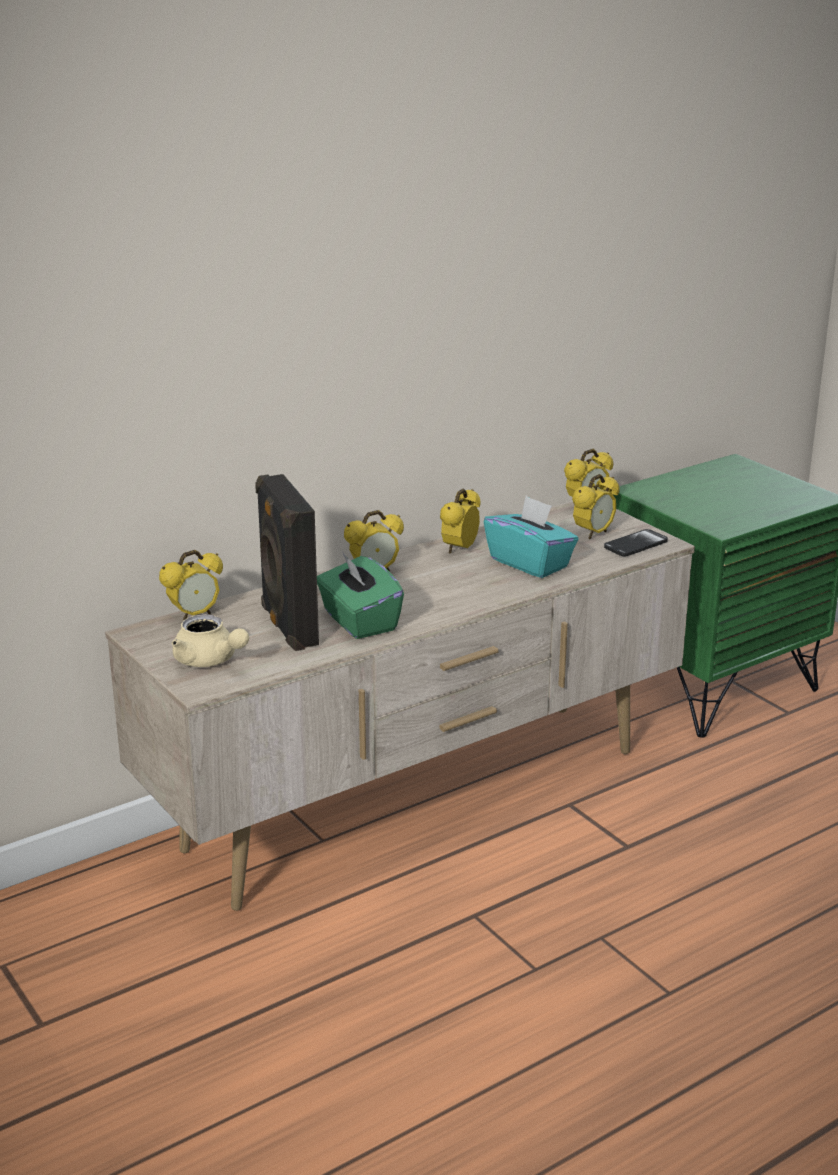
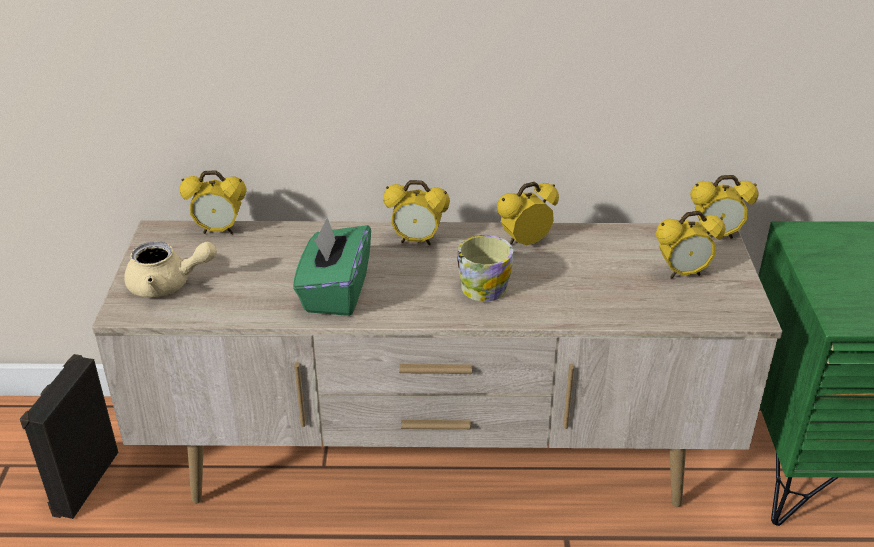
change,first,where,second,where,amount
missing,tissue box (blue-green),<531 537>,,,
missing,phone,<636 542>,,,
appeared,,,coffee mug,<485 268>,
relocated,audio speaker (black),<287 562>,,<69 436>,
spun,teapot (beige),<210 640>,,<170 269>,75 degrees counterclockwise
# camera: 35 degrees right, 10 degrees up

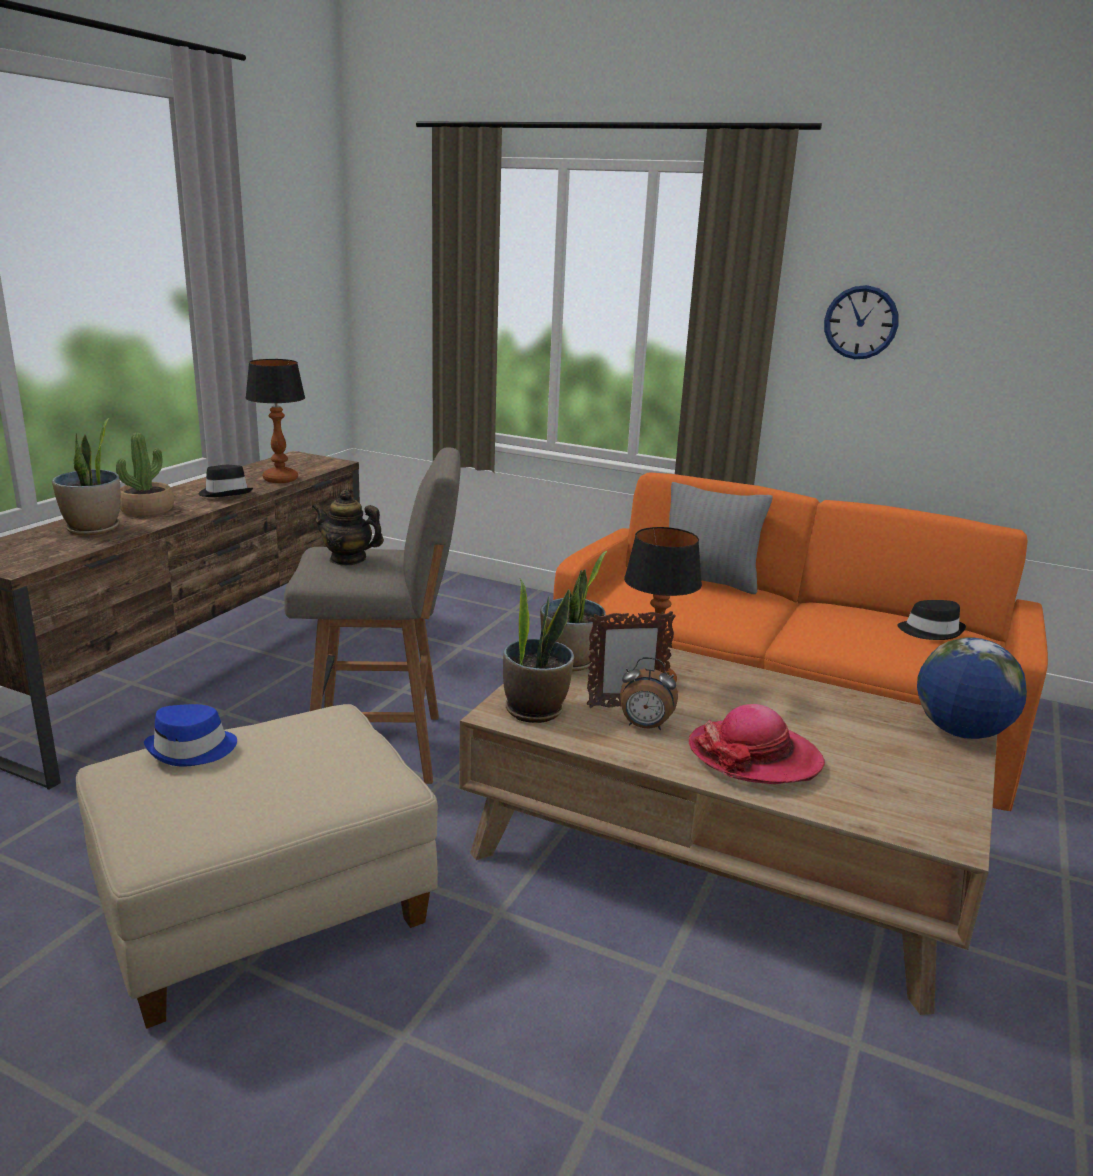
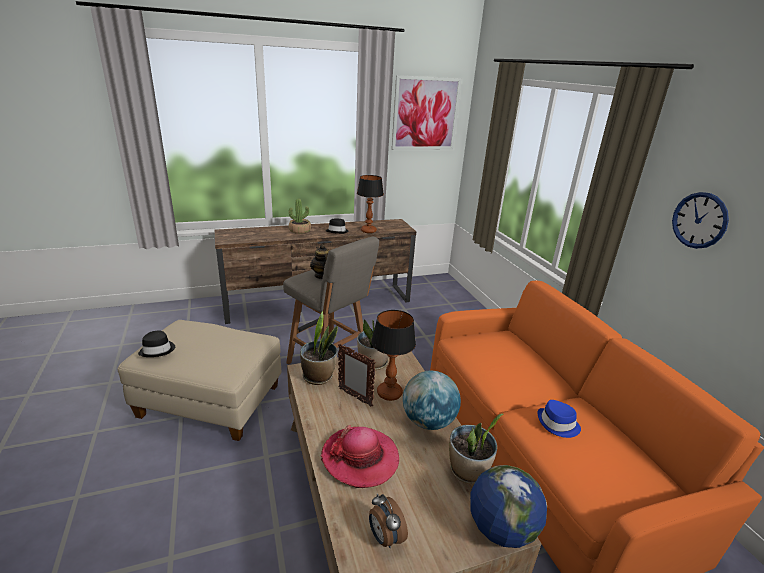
change,first,where,second,where,amount
missing,cushion (grey),<721 538>,,,
appeared,,,picture,<427 112>,
appeared,,,globe,<432 400>,
relocated,houseplant,<86 477>,,<476 449>,
relocated,hat (bluish),<190 735>,,<559 419>,
relocated,bedside clock,<649 693>,,<388 520>,
relocated,hat (black),<932 620>,,<156 344>,
# camera: 45 degrees right, 5 degrees up

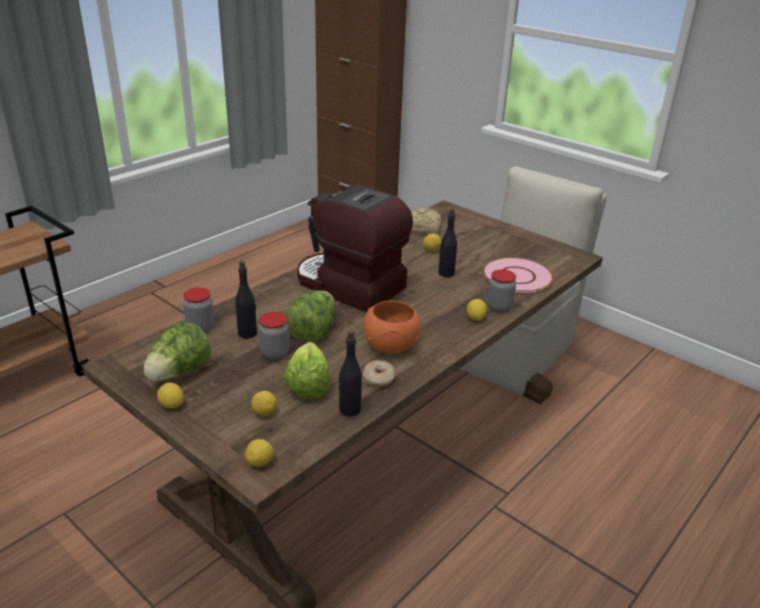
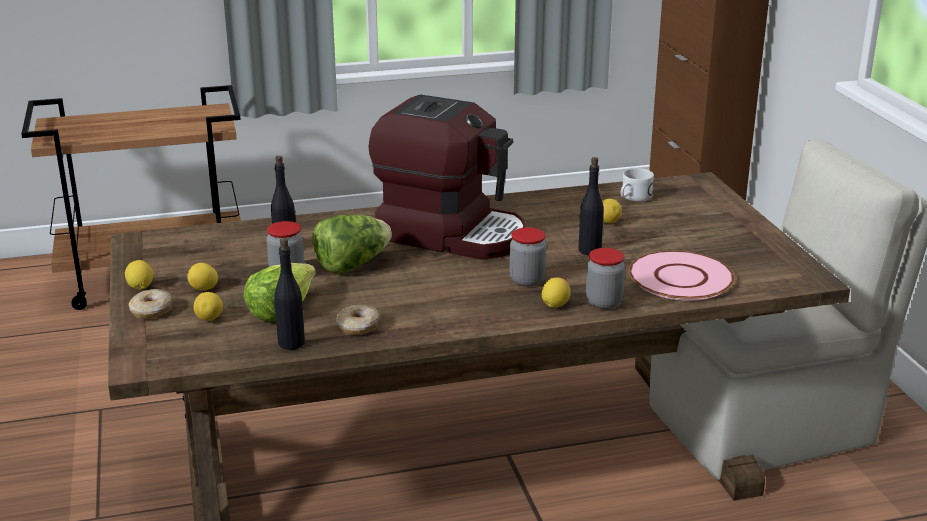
change,first,where,second,where,amount
missing,lettuce head,<177 351>,,,
missing,bowl (orange-coloured),<392 327>,,,
appeared,,,ring doughnut,<150 304>,
relocated,jar,<198 310>,,<528 257>,
relocated,citrus fruit,<259 453>,,<203 276>,
exchanged,baked bread,<426 220>,coffee mug (whitish),<637 185>,
spun,coffee machine,<355 249>,,<447 177>,135 degrees clockwise
# camera: 35 degrees right, 5 degrees down

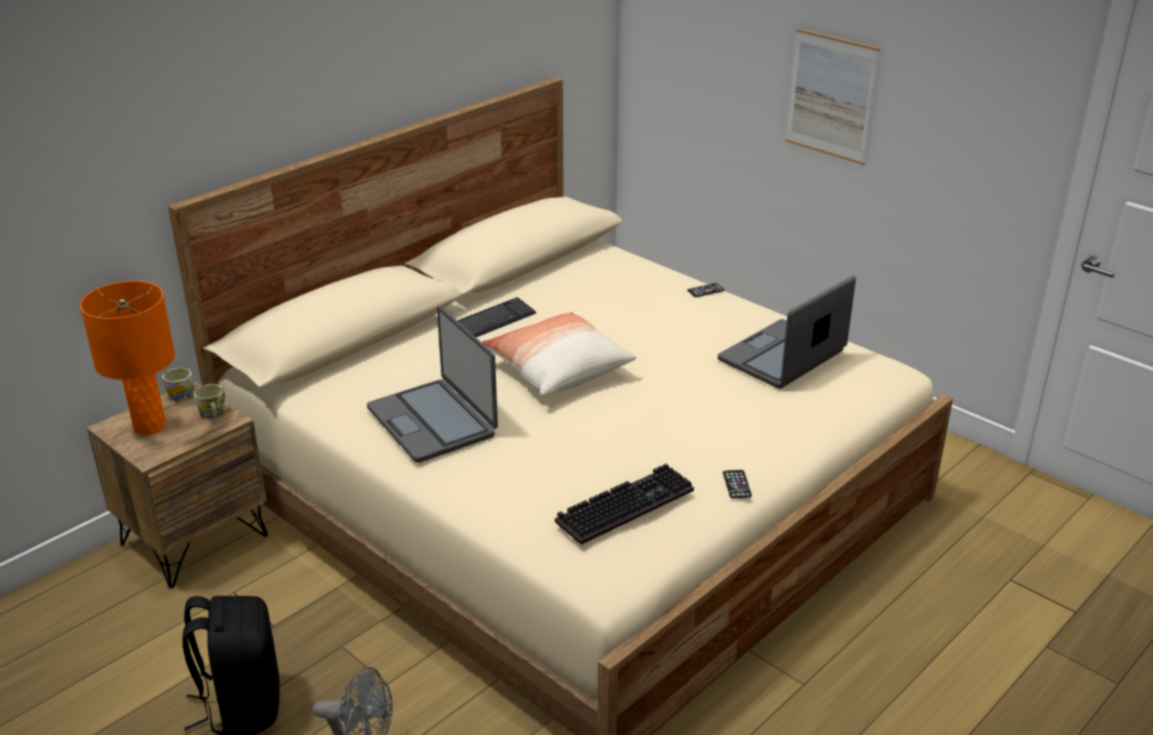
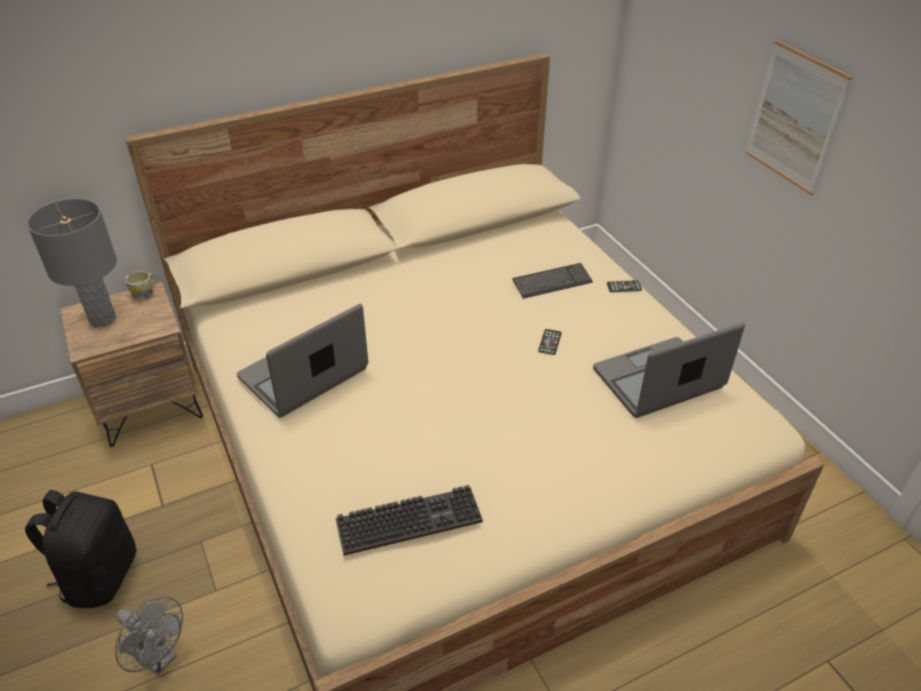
change,first,where,second,where,amount
missing,coffee mug,<209 401>,,,
missing,cushion,<559 354>,,,
relocated,computer keyboard,<496 317>,,<552 281>,
relocated,phone,<737 484>,,<550 342>,
colour,lamp for a table (orange-coloured),<127 358>,lamp for a table (grey),<72 262>,
spun,portable computer,<432 384>,,<302 361>,60 degrees clockwise
# camera: 20 degrees right, 10 degrees up

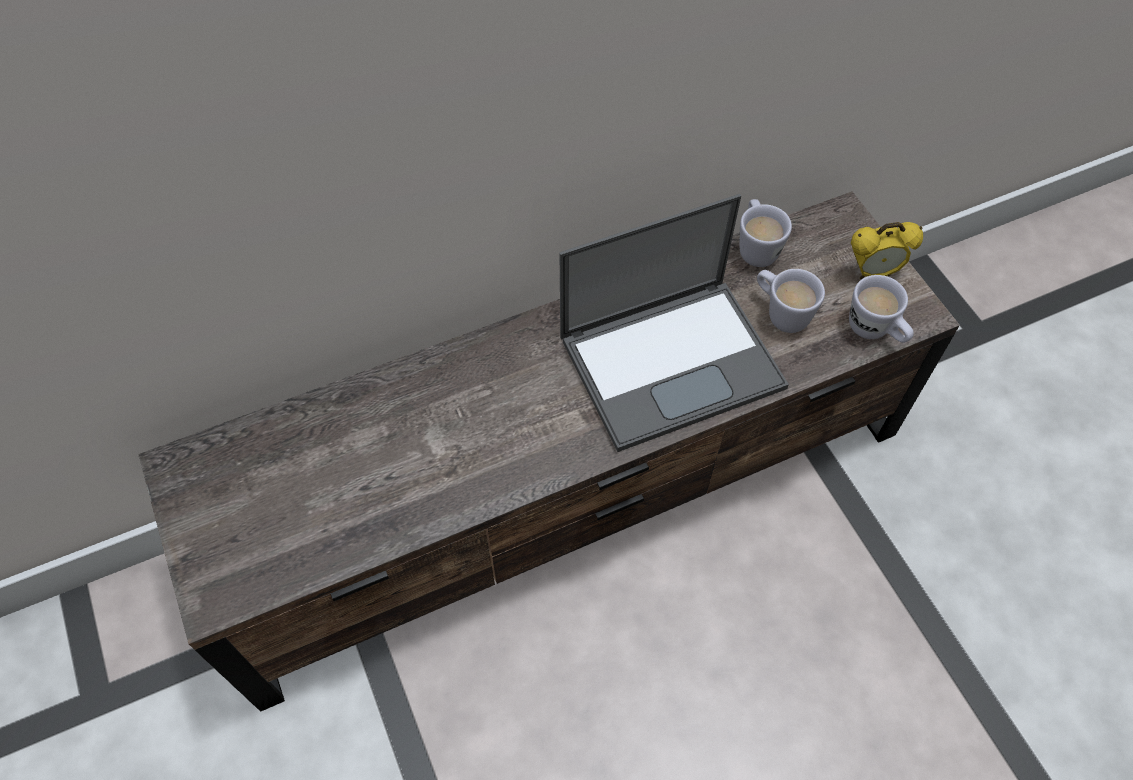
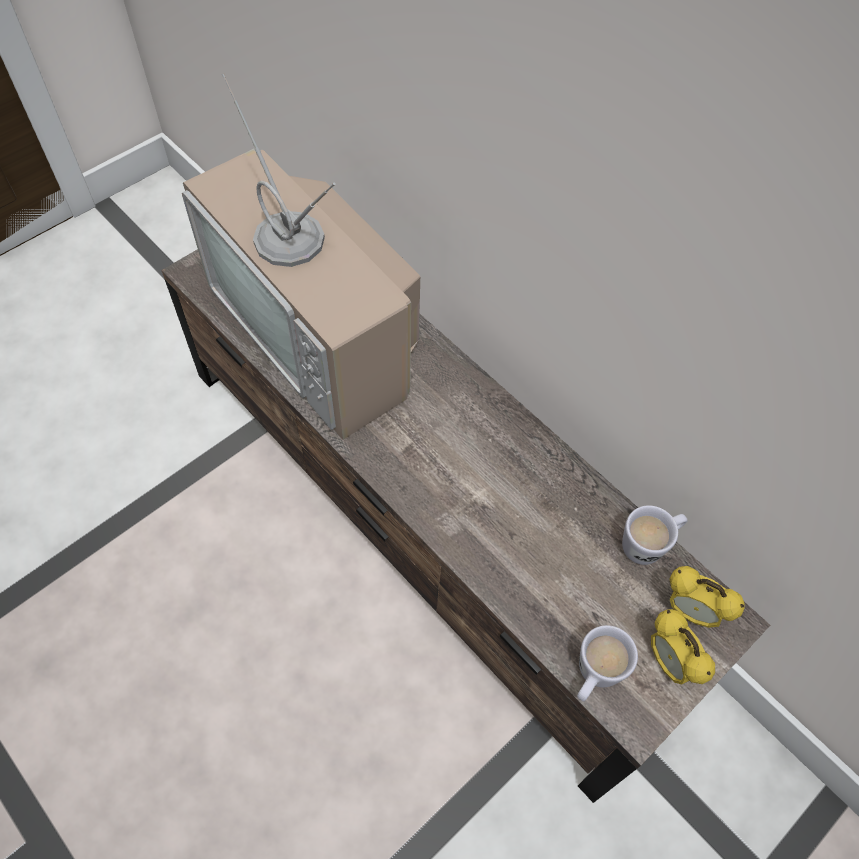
change,first,where,second,where,amount
missing,portable computer,<674 323>,,,
missing,coffee mug (whitish),<791 301>,,,
appeared,,,TV,<301 257>,
appeared,,,bedside clock,<707 597>,
# camera: 70 degrees right, 0 degrees up

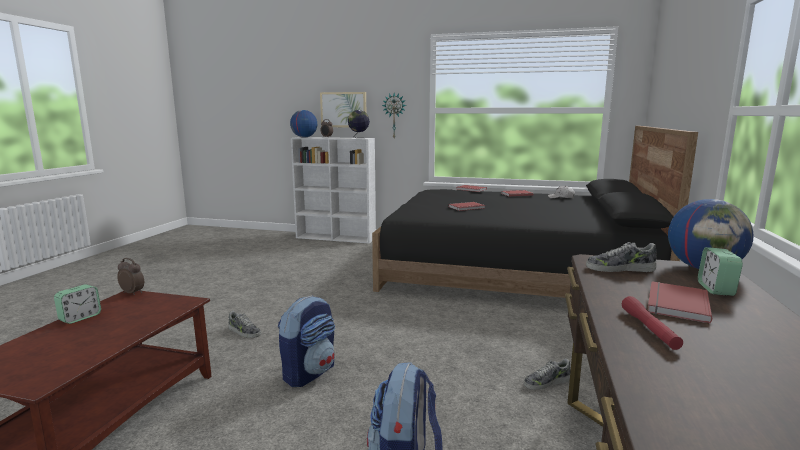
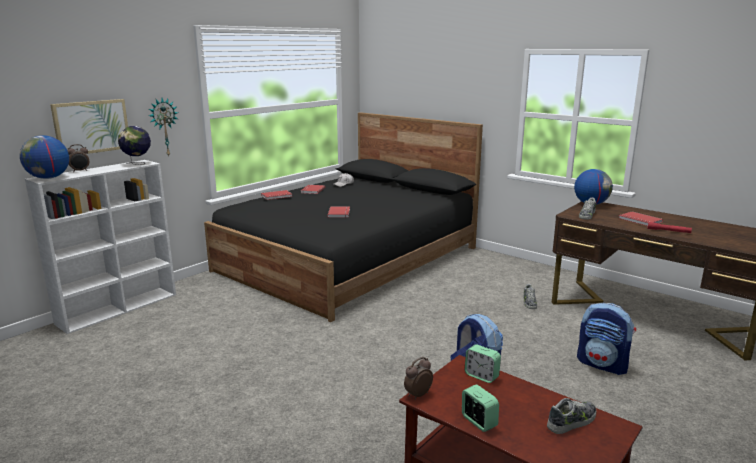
change,first,where,second,where,amount
relocated,low shoe,<244 324>,,<571 416>,
relocated,bedside clock,<720 271>,,<483 363>,
# camera: 65 degrees left, 5 degrees up

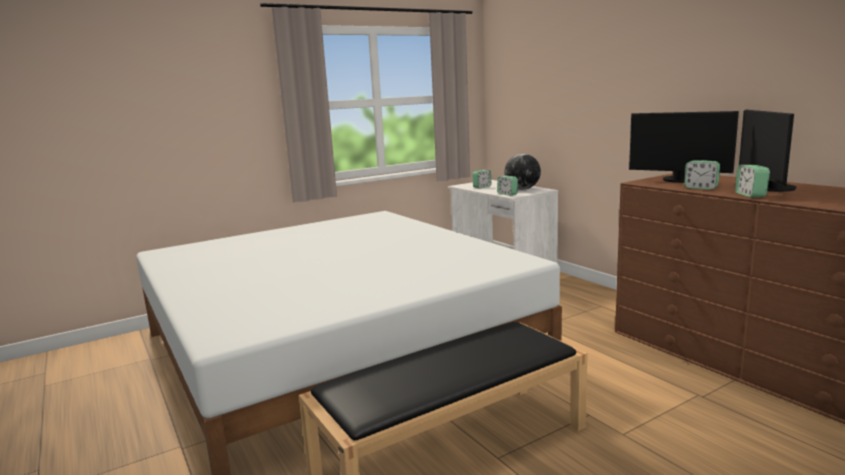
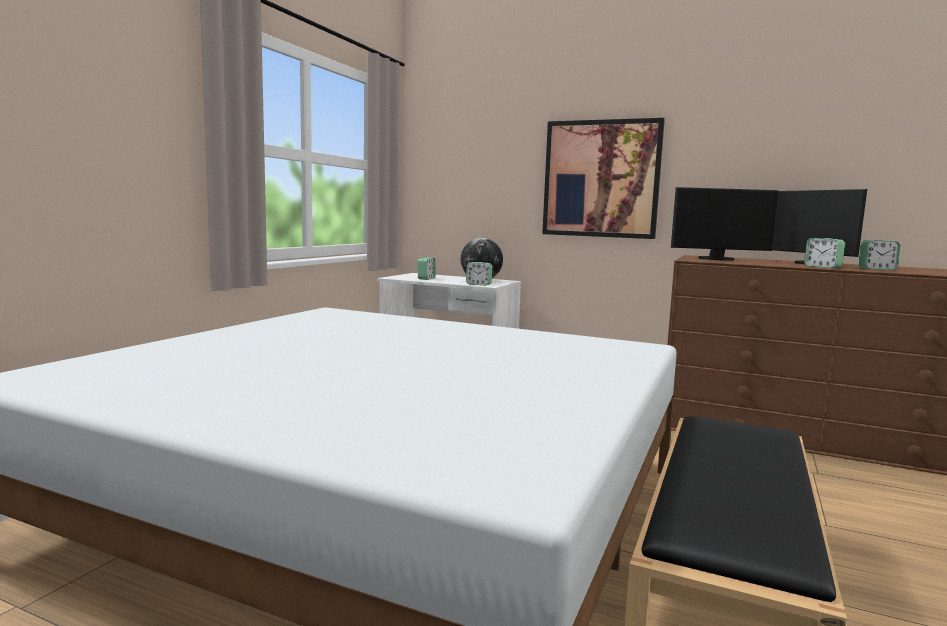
change,first,where,second,where,amount
appeared,,,picture,<603 178>,
relocated,bedside clock,<702 175>,,<879 255>,
# camera: 35 degrees left, 5 degrees down

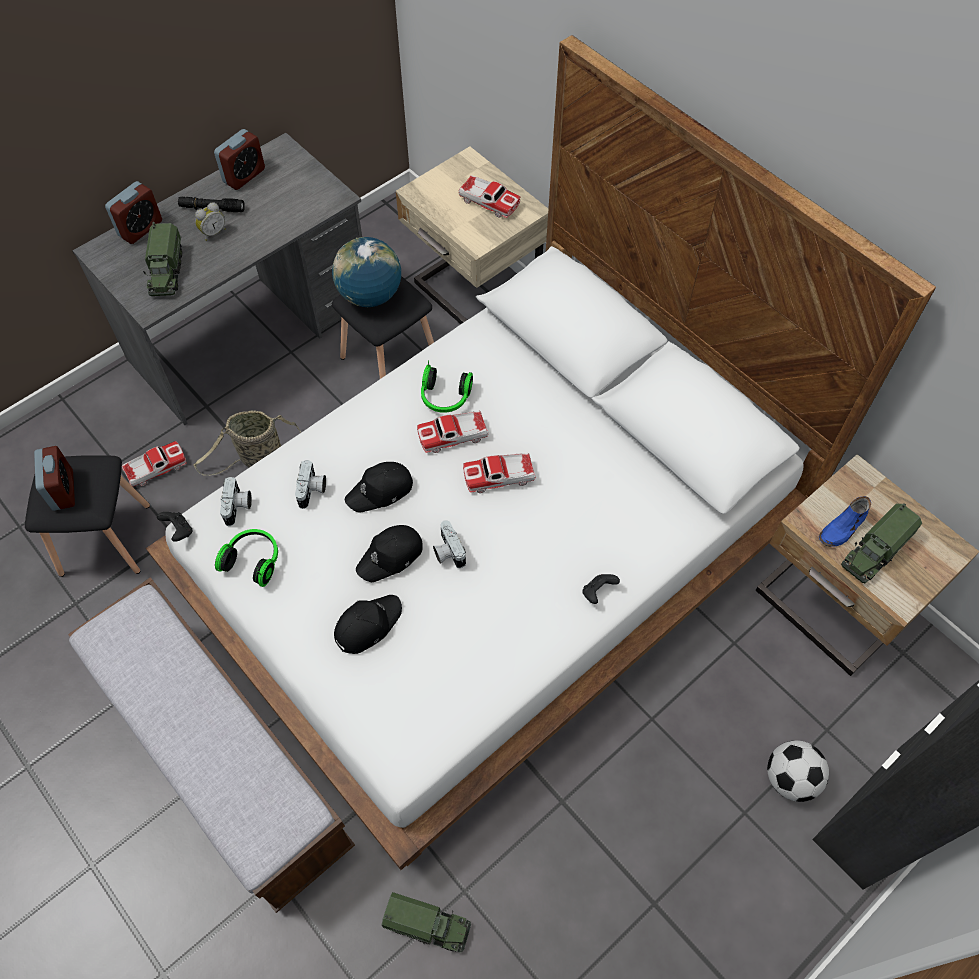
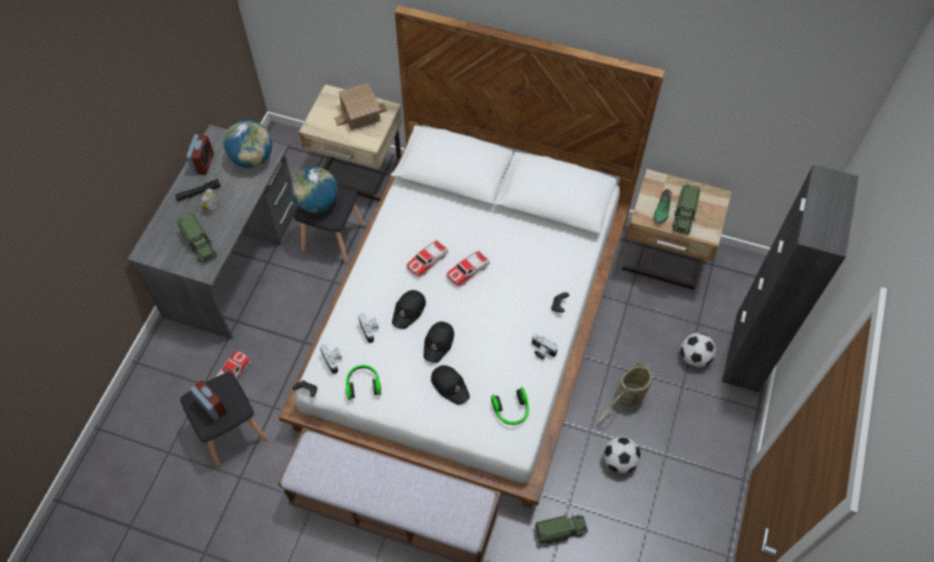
change,first,where,second,where,amount
missing,bedside clock,<133 212>,,,
appeared,,,globe,<248 144>,
appeared,,,ball for football,<622 455>,
relocated,basket,<247 443>,,<625 395>,
relocated,headset,<447 387>,,<510 406>,
relocated,photo camera,<449 544>,,<545 346>,
exchanged,miniature car,<489 196>,model house,<360 106>,
colour,low shoe (bluish),<845 521>,low shoe (green),<662 206>,
spun,peaked cap (black),<368 624>,,<450 385>,120 degrees clockwise
# camera: 30 degrees left, 0 degrees up

